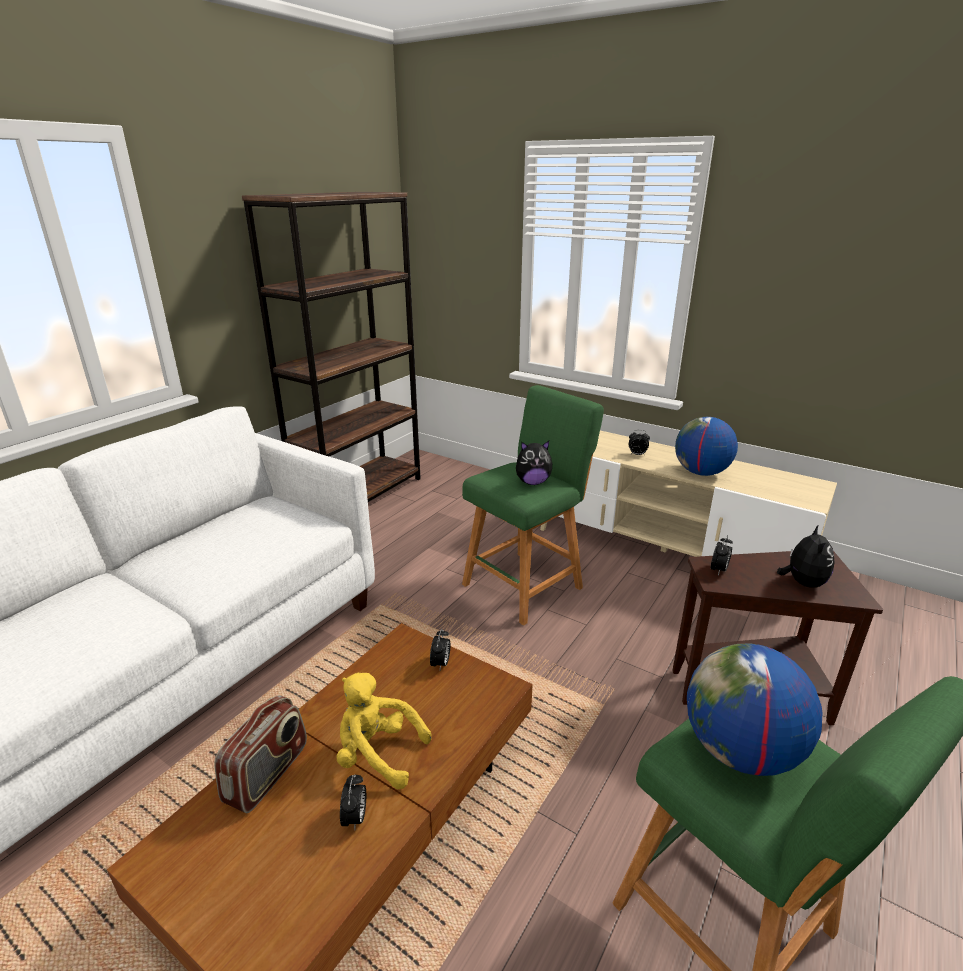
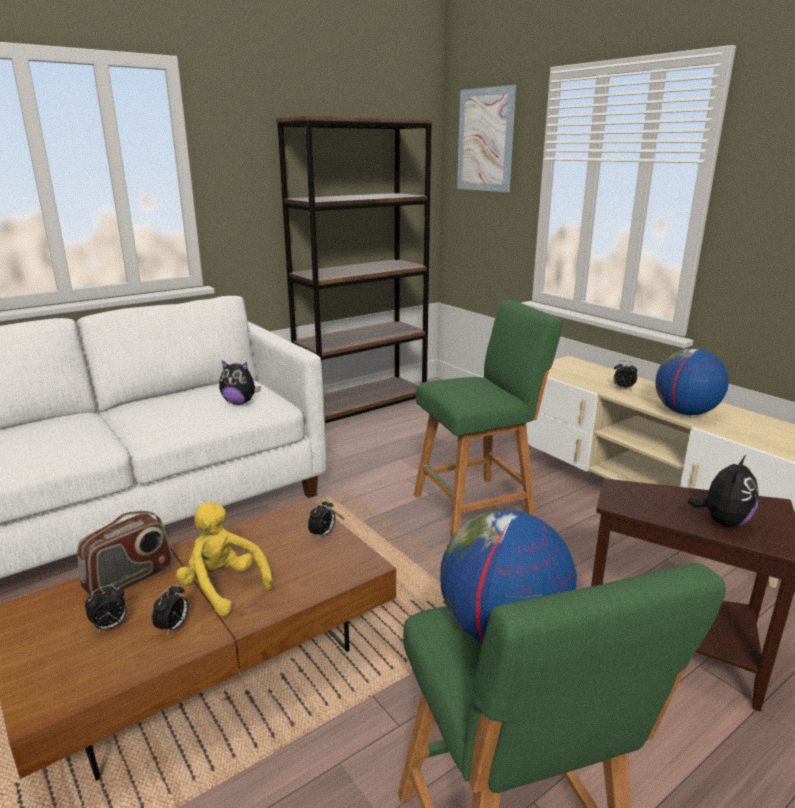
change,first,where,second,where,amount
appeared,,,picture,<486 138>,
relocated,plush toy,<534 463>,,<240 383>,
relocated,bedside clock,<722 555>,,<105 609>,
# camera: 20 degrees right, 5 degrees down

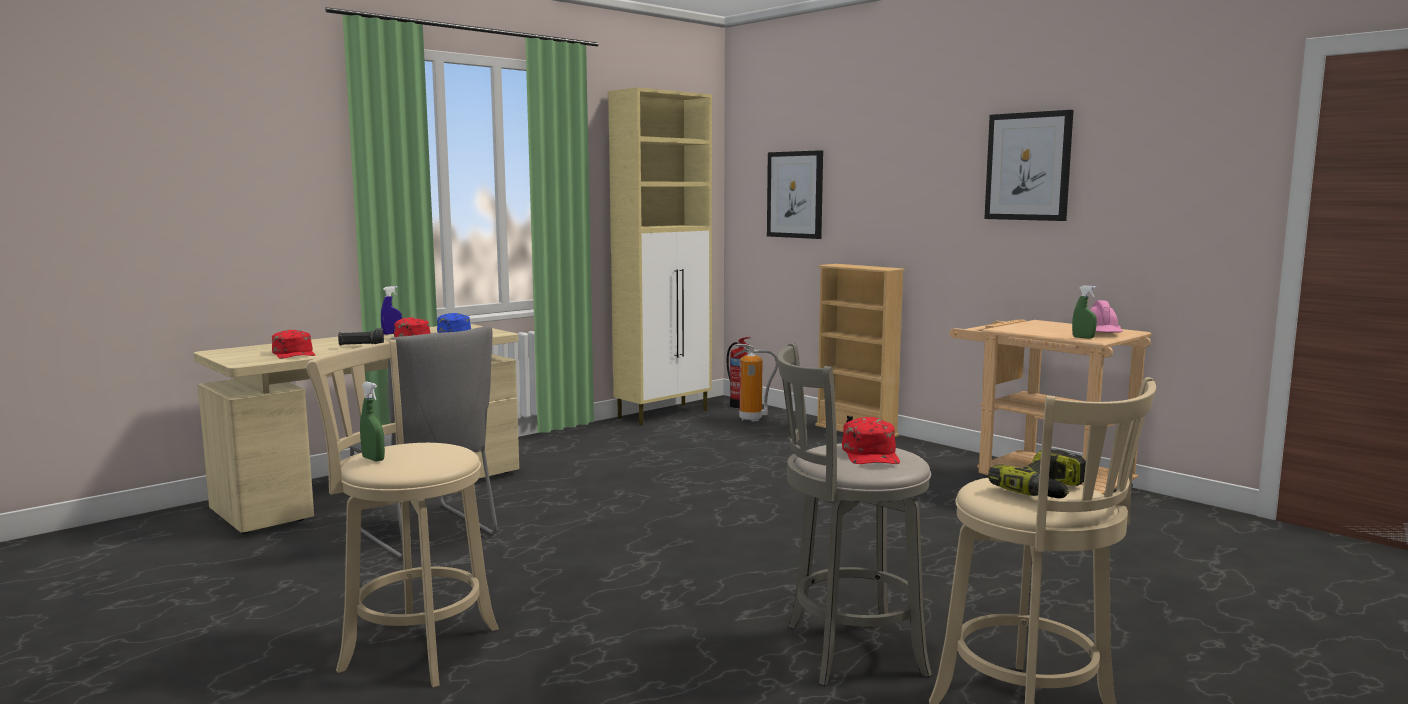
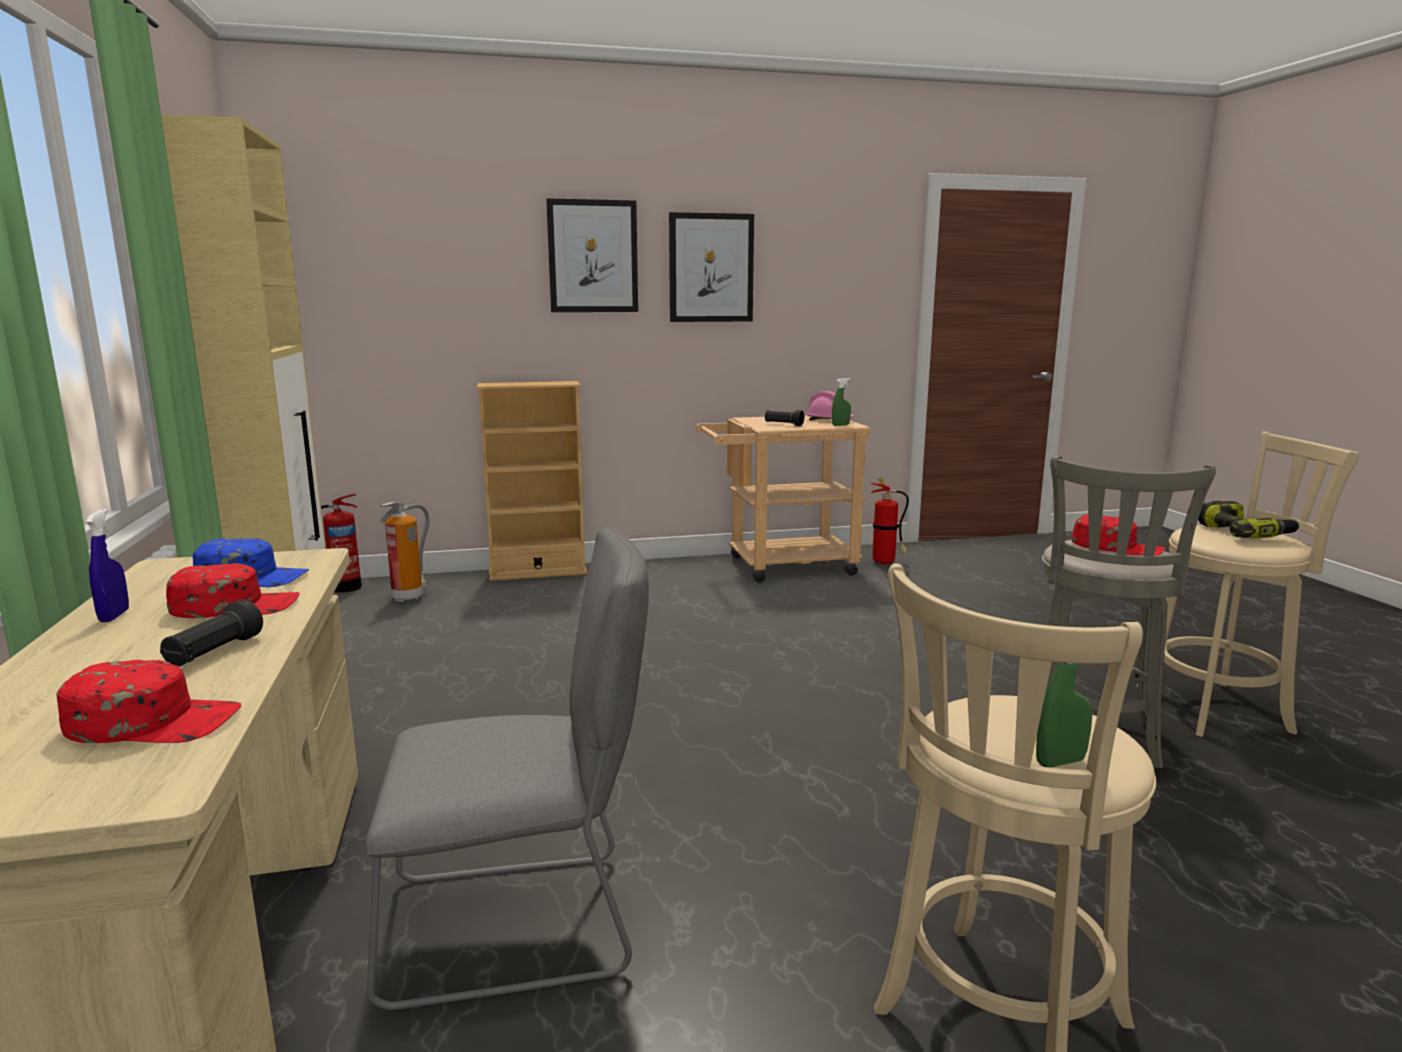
change,first,where,second,where,amount
appeared,,,hand torch (black),<784 418>,
appeared,,,fire-fighting cylinder,<890 521>,
relocated,picture,<795 194>,,<592 255>,
# camera: 60 degrees left, 5 degrees up

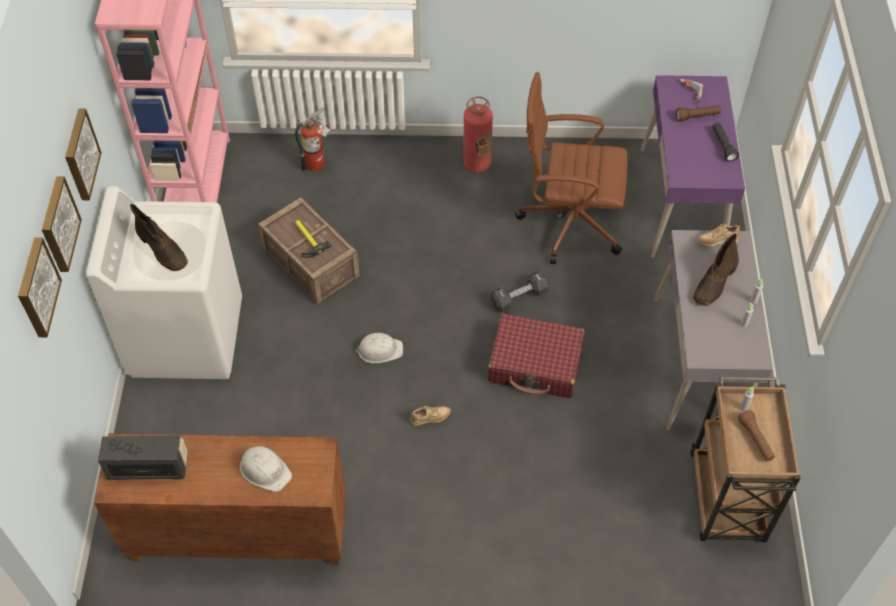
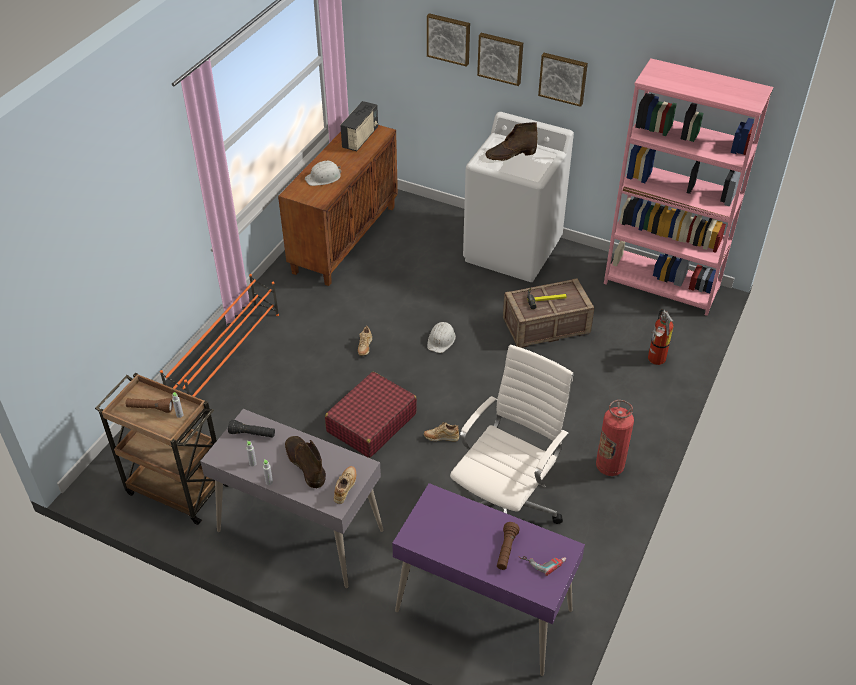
change,first,where,second,where,amount
appeared,,,shoe shelf (orange-coloured),<219 335>,
relocated,hand torch (black),<725 142>,,<251 428>,
exchanged,free weight (black),<519 291>,low shoe (beige),<441 432>,
colour,desk chair (brown-coloured),<571 168>,desk chair (whitish),<511 434>,
# camera: 115 degrees right, 10 degrees down

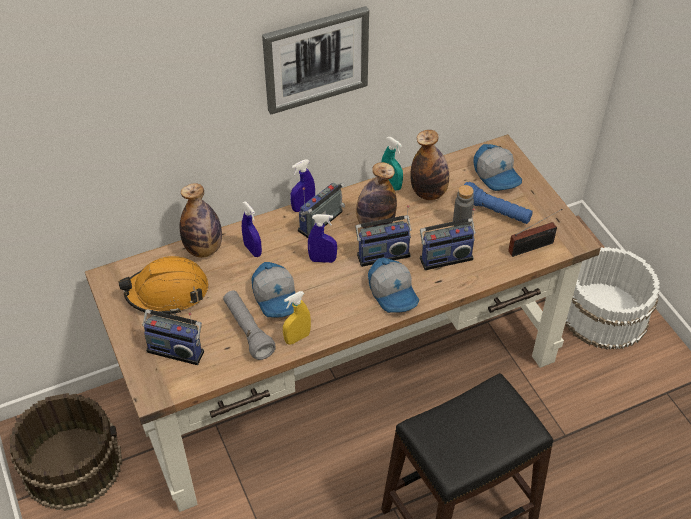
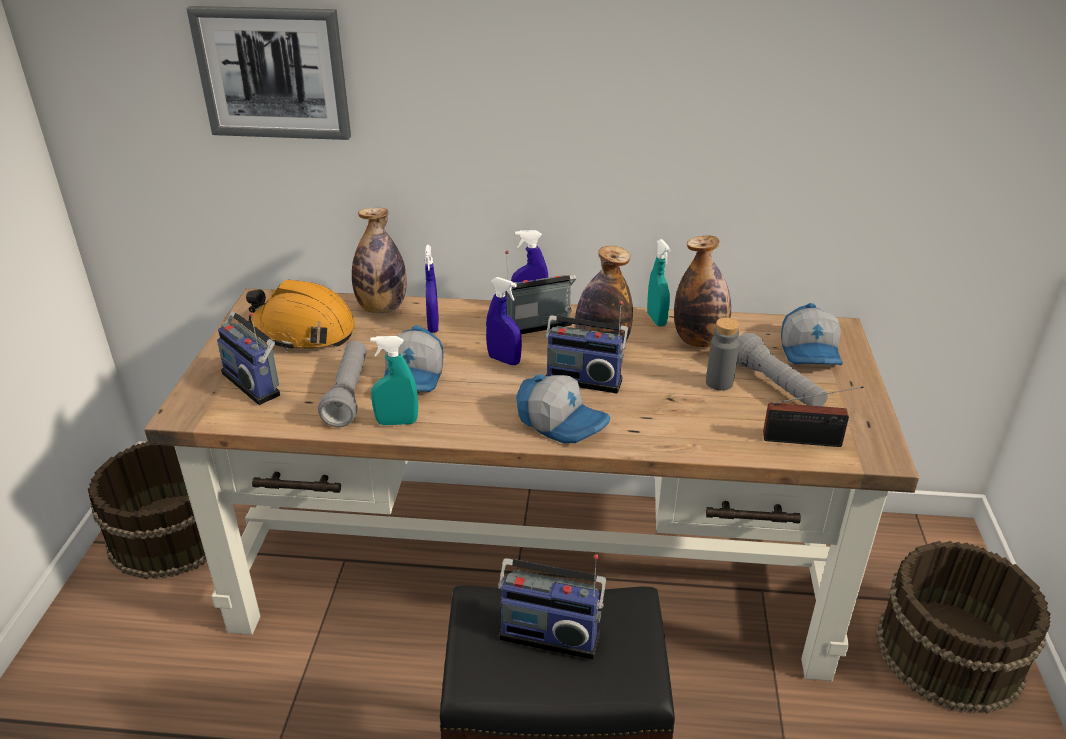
change,first,where,second,where,amount
relocated,picture,<315 60>,,<268 73>,
relocated,radio,<448 239>,,<552 607>,
colour,spray bottle (yellow),<297 318>,spray bottle (blue-green),<394 380>,
colour,hand torch (bluish),<498 203>,hand torch (grey),<782 369>,
colour,bucket (whitish),<612 298>,bucket (brown-coloured),<963 627>,
spun,peaked cap,<393 285>,,<563 409>,60 degrees counterclockwise
# camera: 30 degrees right, 15 degrees down

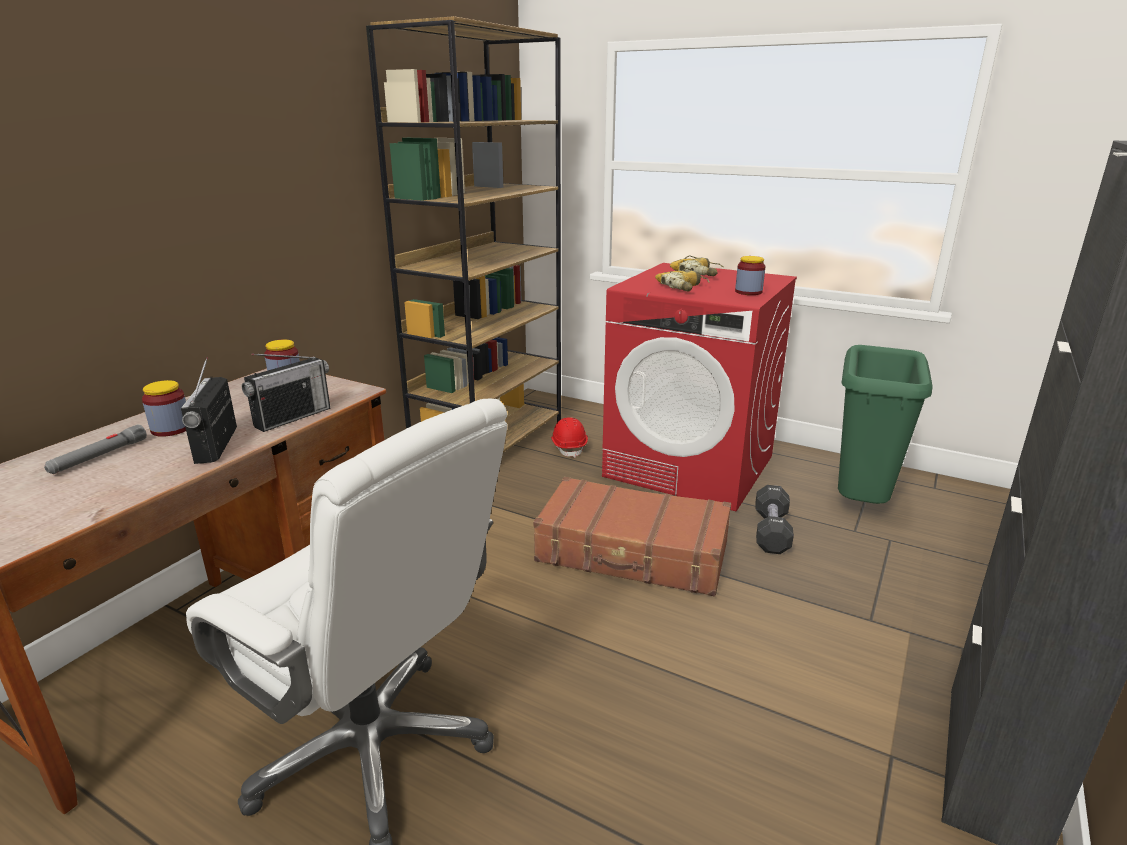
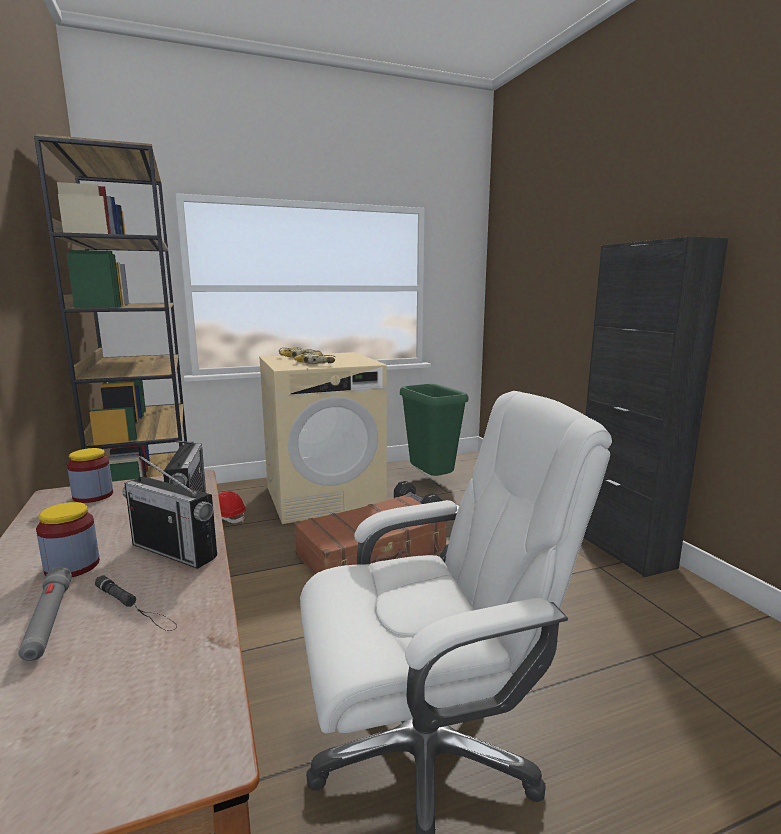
change,first,where,second,where,amount
missing,jar,<750 275>,,,
appeared,,,hand torch (black),<136 603>,
colour,washing machine (red-coloured),<699 387>,washing machine (beige),<323 438>,
# camera: 50 degrees left, 10 degrees down

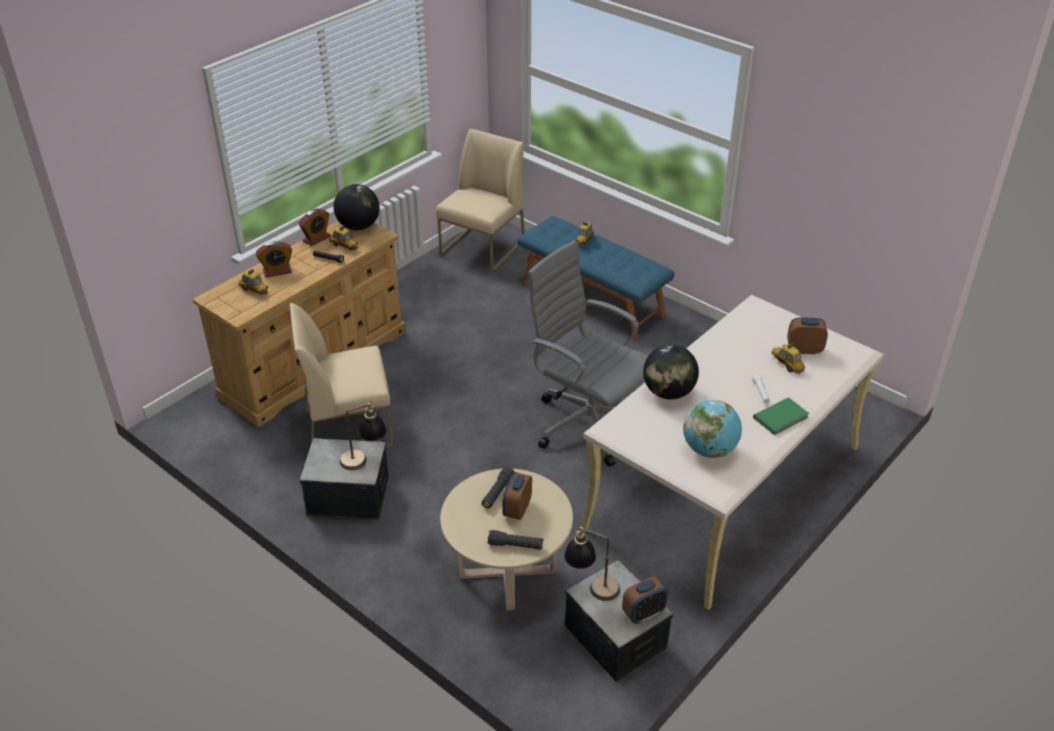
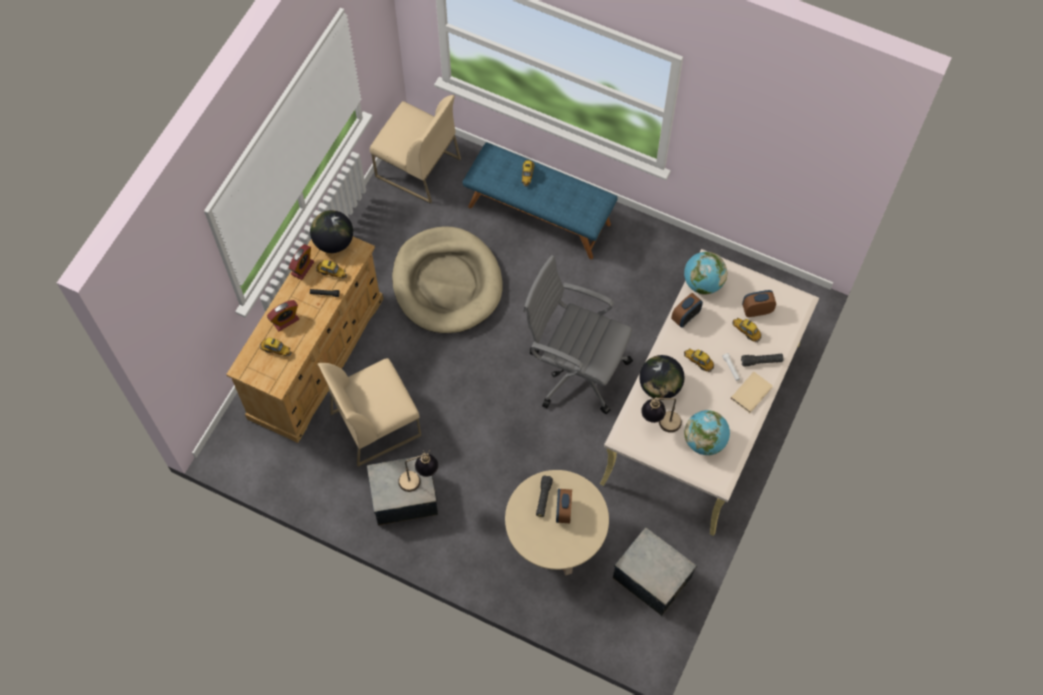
change,first,where,second,where,amount
appeared,,,dog cushion (beige),<447 279>,
appeared,,,miniature car,<698 360>,
appeared,,,globe,<705 273>,
relocated,hand torch (black),<515 540>,,<762 360>,
relocated,lamp for a table,<592 563>,,<661 415>,
relocated,bedside clock,<645 600>,,<687 310>,
colour,bound book (green),<781 416>,bound book (beige),<752 392>,
spun,plain chair (beige),<480 200>,,<415 149>,105 degrees clockwise
# camera: 15 degrees left, 25 degrees up

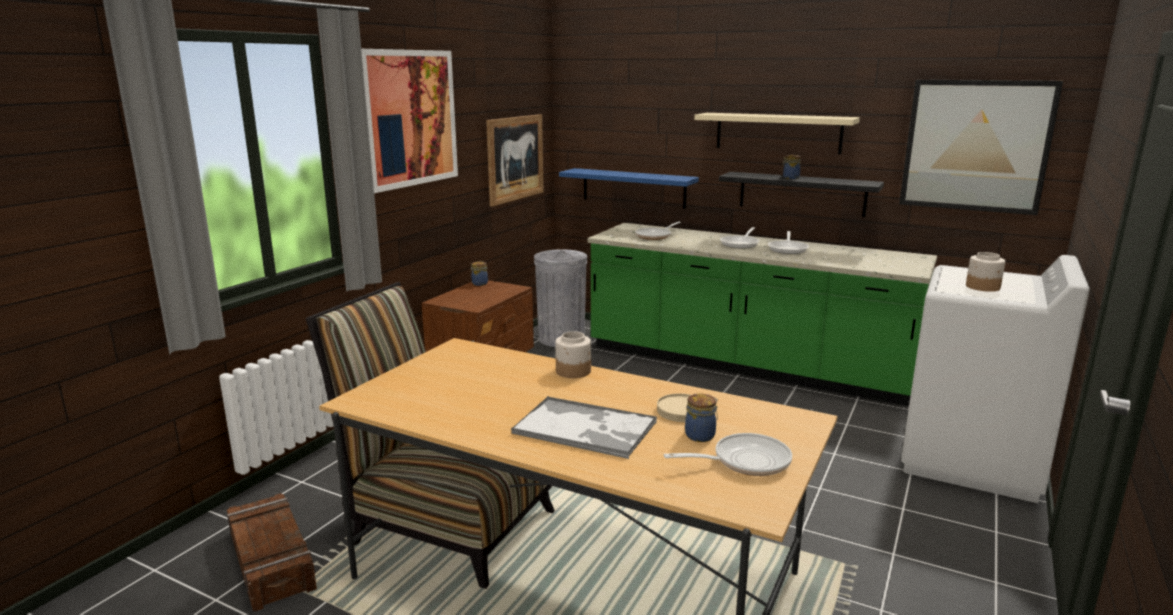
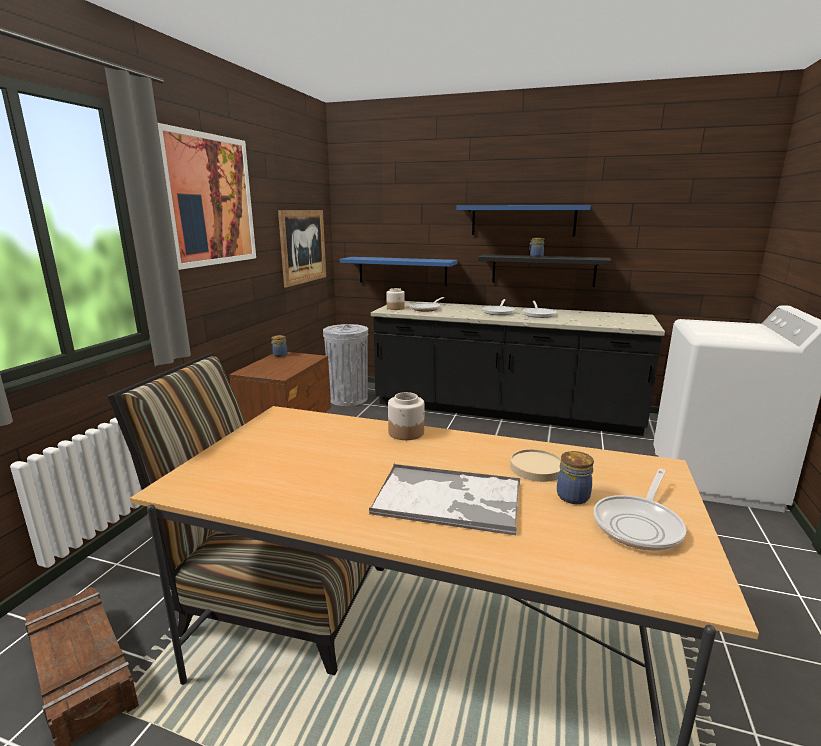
change,first,where,second,where,amount
missing,picture,<981 147>,,,
relocated,jar,<985 272>,,<395 299>,
colour,kitchen counter (green),<762 314>,kitchen counter (black),<518 368>,
colour,wall shelf (beige),<777 133>,wall shelf (bluish),<523 221>,
spun,pan,<728 454>,,<640 510>,150 degrees clockwise
# camera: 10 degrees left, 0 degrees up

